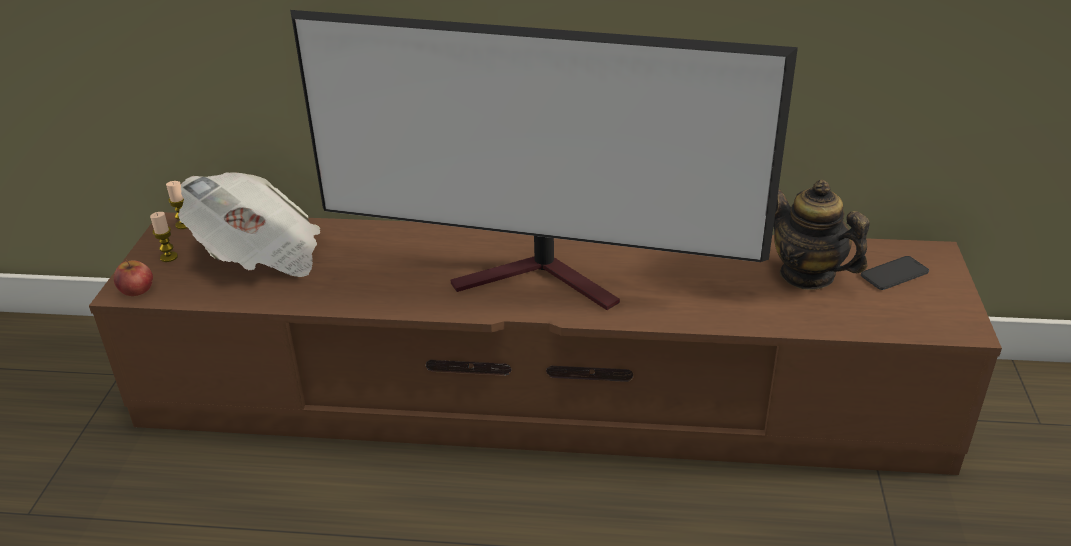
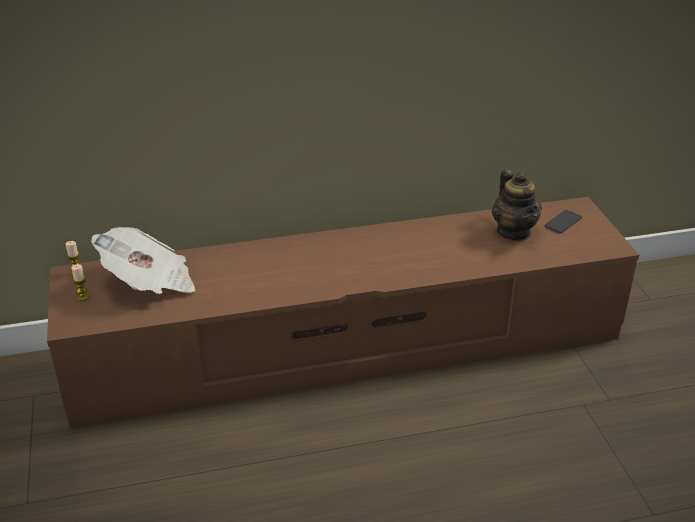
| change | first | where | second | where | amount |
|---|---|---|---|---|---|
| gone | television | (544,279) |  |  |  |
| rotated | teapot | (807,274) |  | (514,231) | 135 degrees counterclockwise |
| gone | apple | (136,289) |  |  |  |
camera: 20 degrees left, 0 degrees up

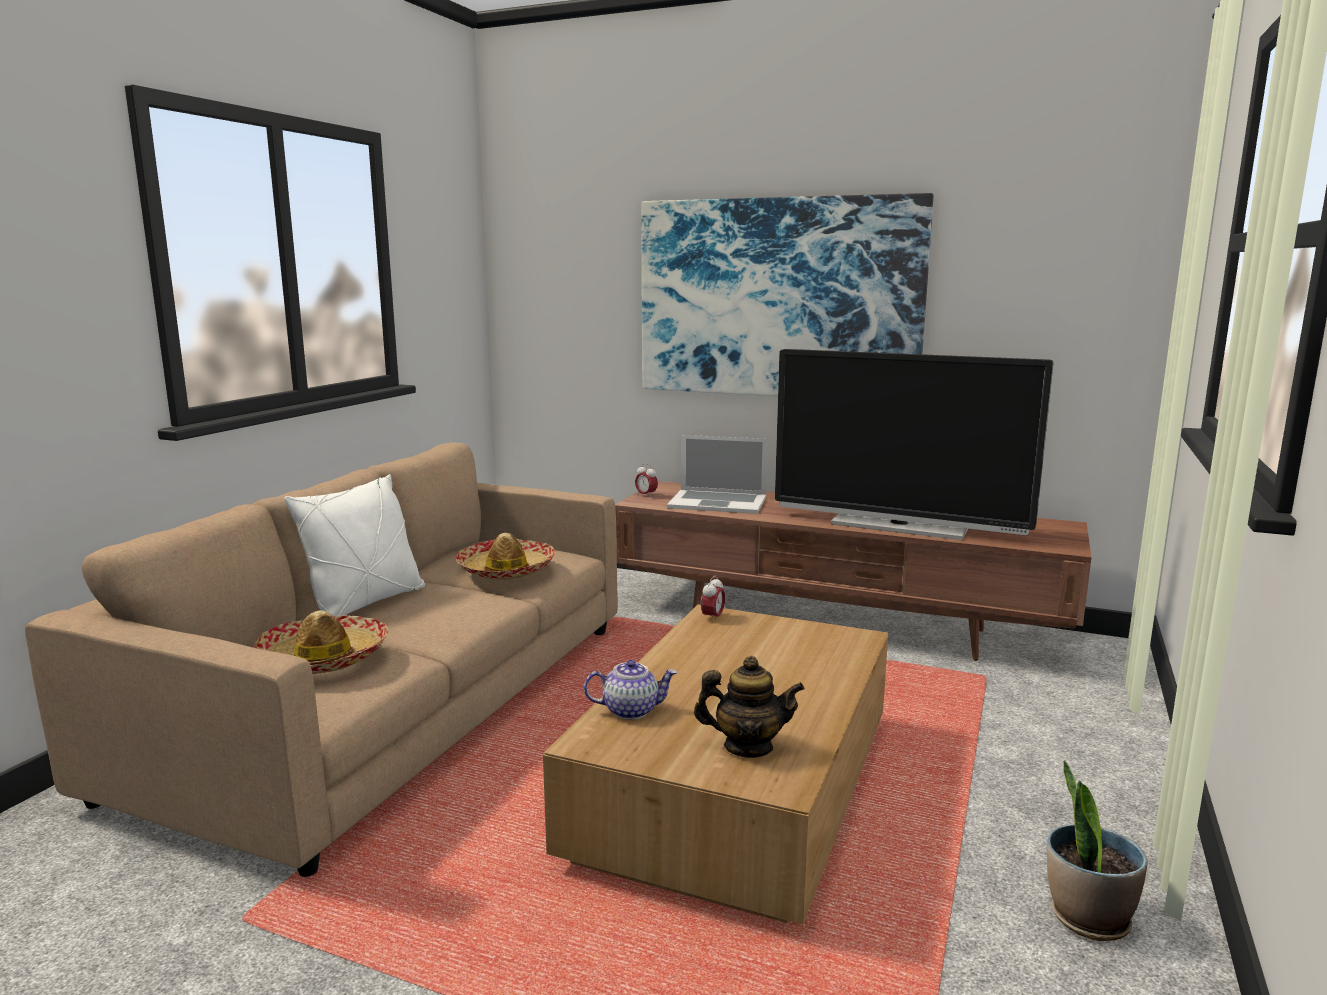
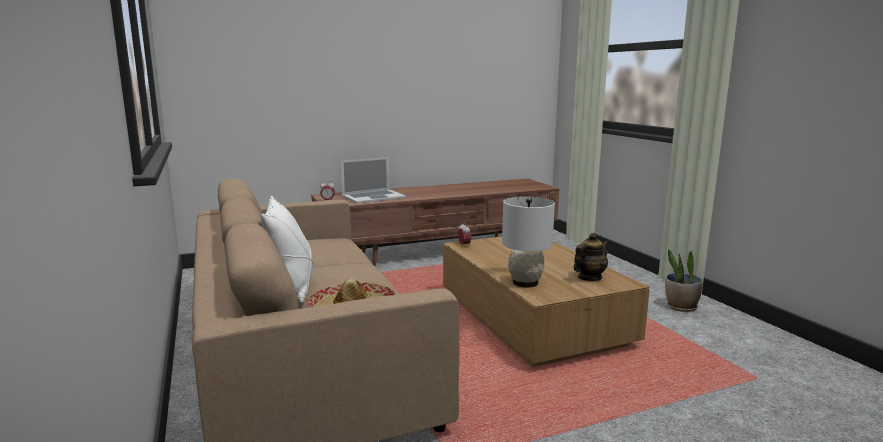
| change | first | where | second | where | amount |
|---|---|---|---|---|---|
| gone | picture | (777,298) |  |  |  |
| gone | television | (898,526) |  |  |  |
| gone | hat | (506,570) |  |  |  |
| swapped | teapot | (631,710) | table lamp (white) | (525,282) |  |
camera: 45 degrees left, 0 degrees up

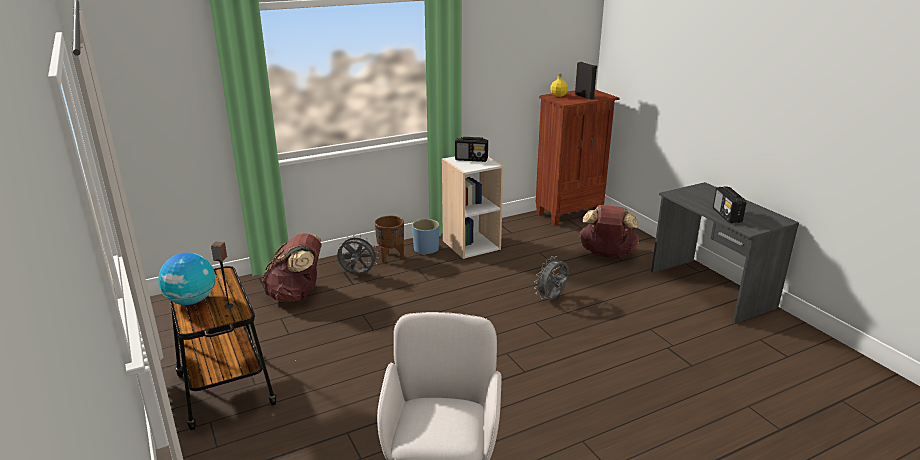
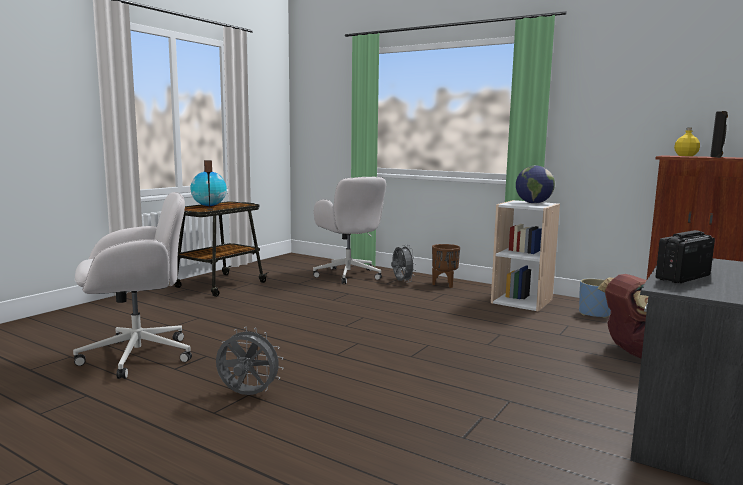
| change | first | where | second | where | amount |
|---|---|---|---|---|---|
| swapped | radio | (471,159) | globe | (533,203) |  |
| shifted | planter (blue) | (426,249) |  | (594,314) |  |
| swapped | backpack (brown) | (297,295) | office chair (white) | (348,275) |  |
| shifted | fan (grey) | (552,298) |  | (247,395) |  |
camera: 60 degrees right, 15 degrees down

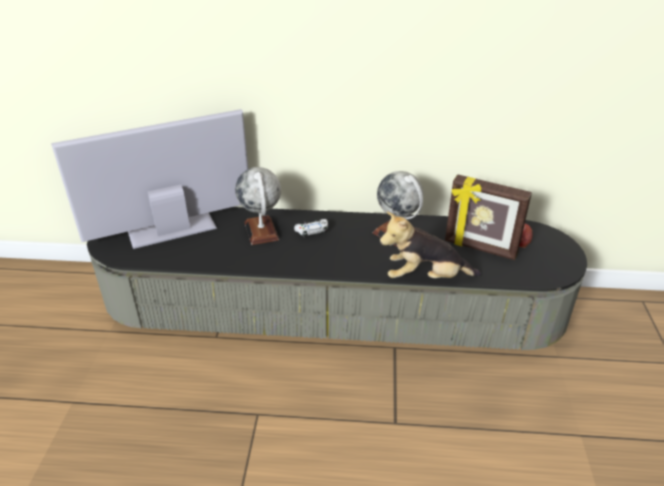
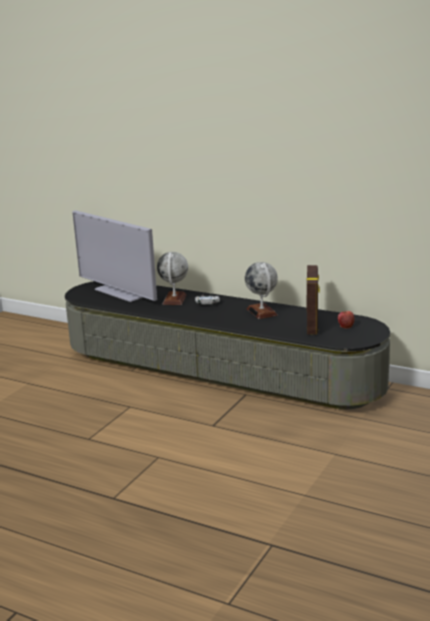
| change | first | where | second | where | amount |
|---|---|---|---|---|---|
| rotated | television | (172,230) |  | (120,292) | 135 degrees counterclockwise |
| rotated | picture frame | (480,248) |  | (313,325) | 135 degrees counterclockwise |
| gone | plush toy | (425,277) |  |  |  |
camera: 25 degrees right, 15 degrees down

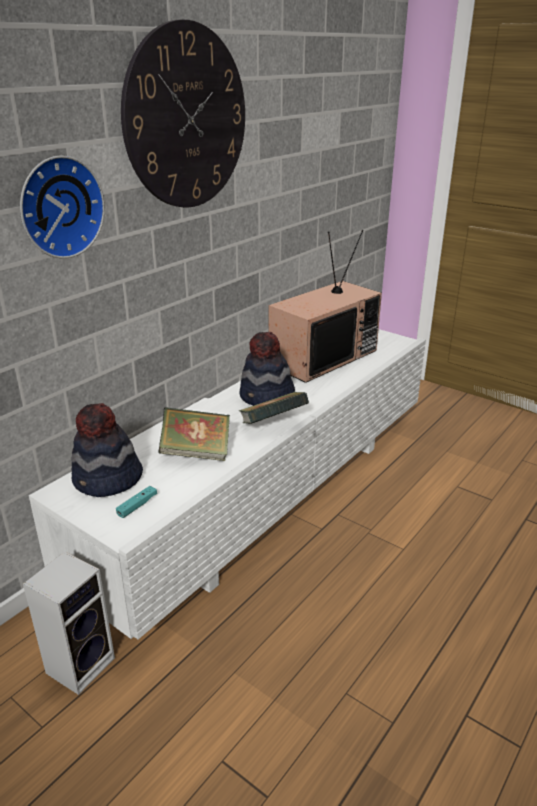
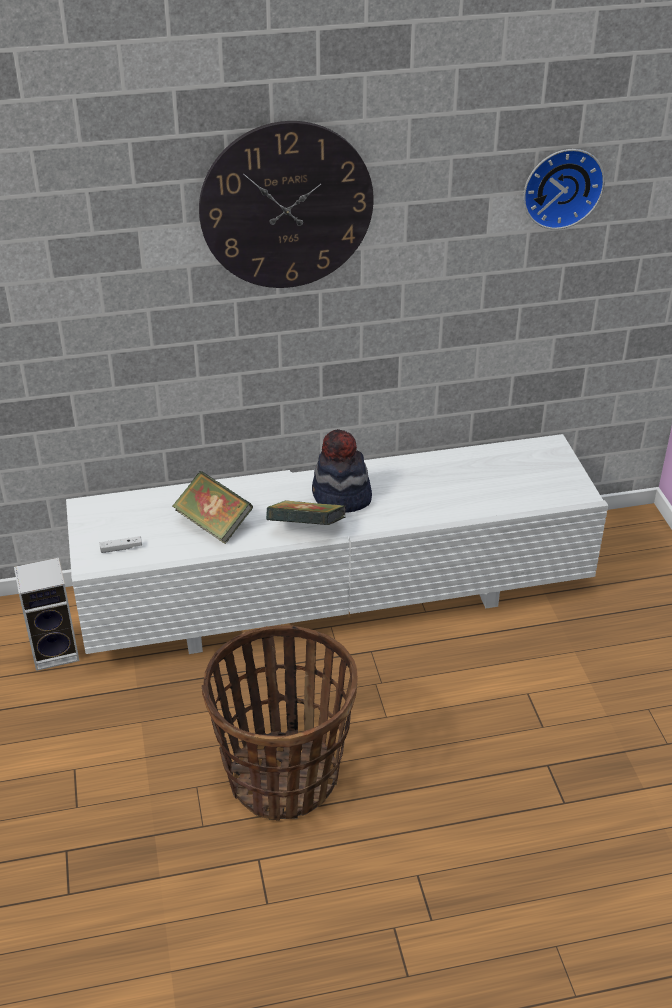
| change | first | where | second | where | amount |
|---|---|---|---|---|---|
| shifted | wall clock | (59,207) |  | (561,186) |  |
| gone | television | (323,357) |  |  |  |
| gone | hat | (108,480) |  |  |  |
| repainted | game controller (turquoise) | (137,506) | game controller (white) | (121,548) |  |
| new |  |  | basket | (283,776) |  |
camera: 40 degrees right, 10 degrees up

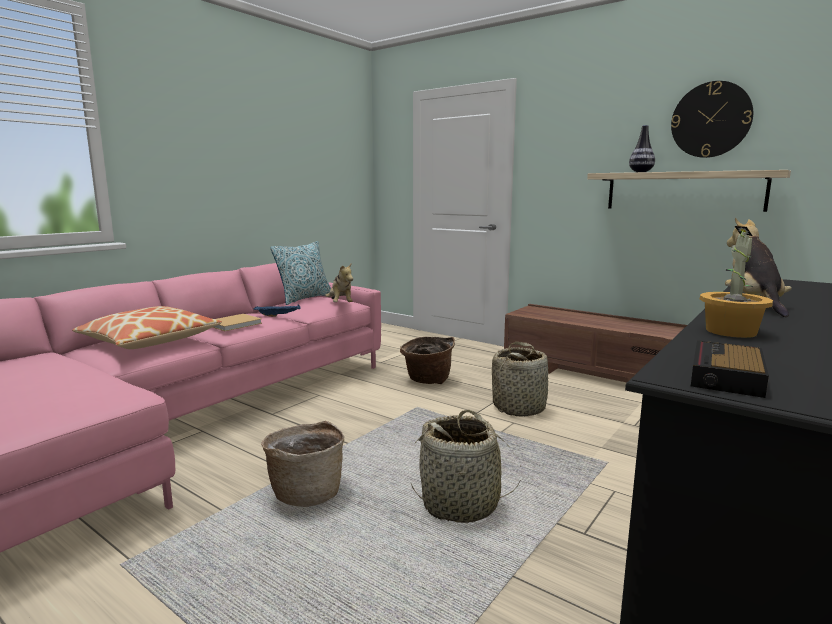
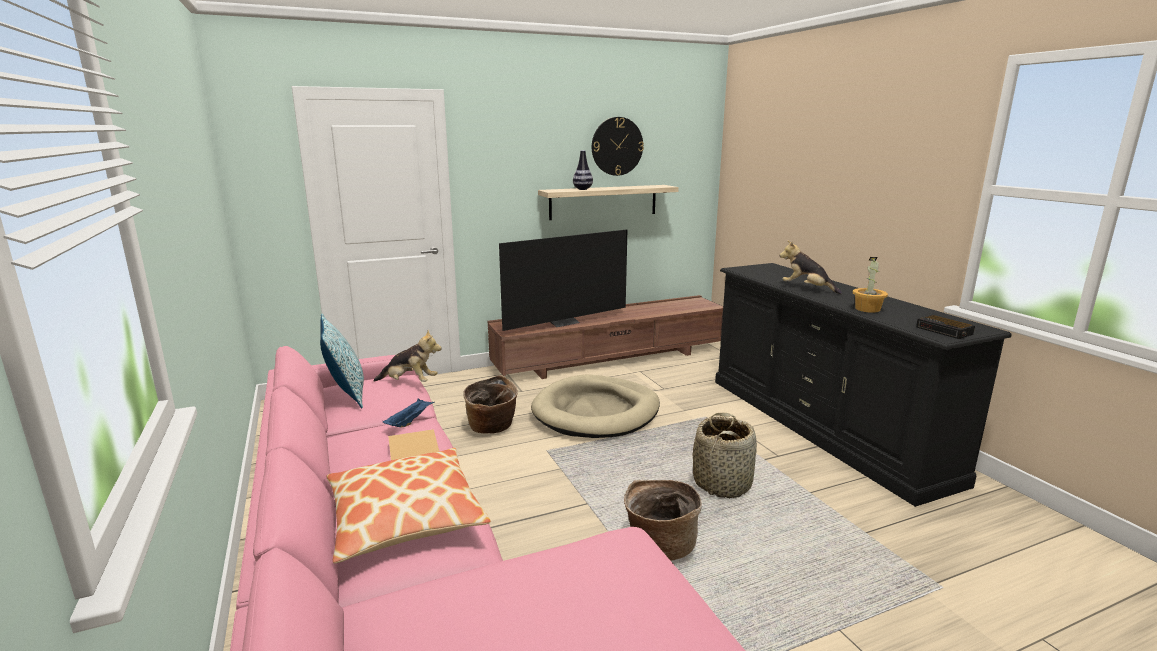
| change | first | where | second | where | amount |
|---|---|---|---|---|---|
| swapped | basket | (519,407) | dog bed (beige) | (596,412) |  |
| new |  |  | television | (564,322) |  |
camera: 60 degrees left, 5 degrees up

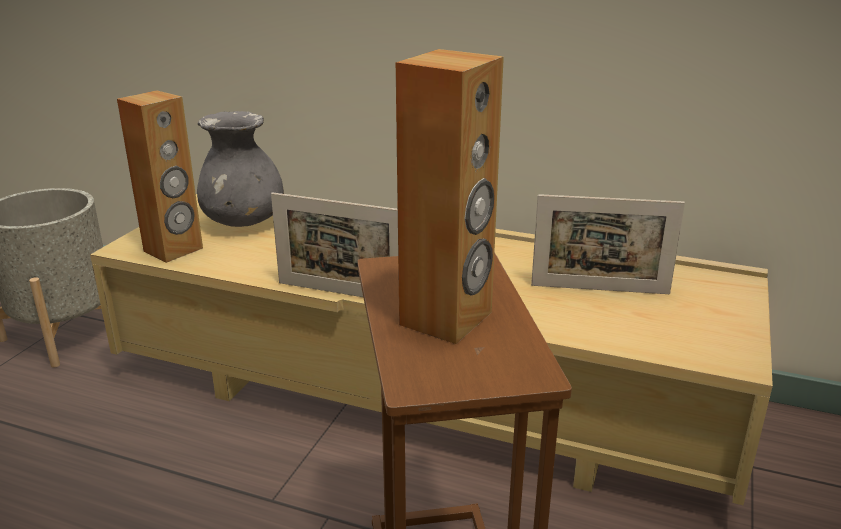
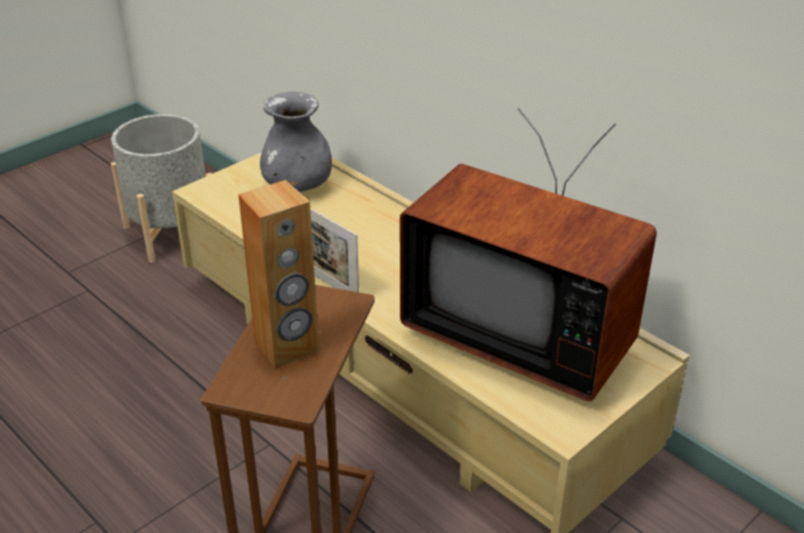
| change | first | where | second | where | amount |
|---|---|---|---|---|---|
| gone | speaker (brown) | (174,250) |  |  |  |
| swapped | picture frame | (599,289) | television | (522,332) |  |
camera: 25 degrees right, 10 degrees up

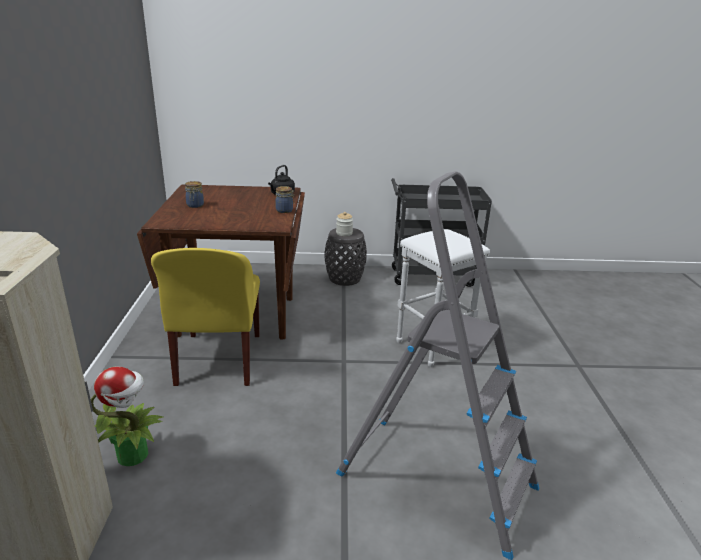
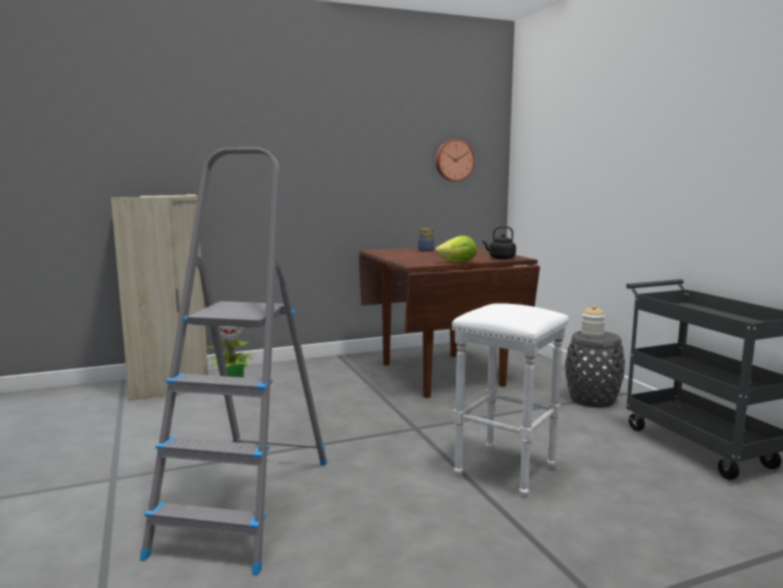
| change | first | where | second | where | amount |
|---|---|---|---|---|---|
| swapped | jar | (285,210) | lettuce | (458,262) |  |
| gone | chair (yellow) | (218,361) |  |  |  |
| new |  |  | wall clock | (454,160) |  |
camera: 70 degrees right, 15 degrees down

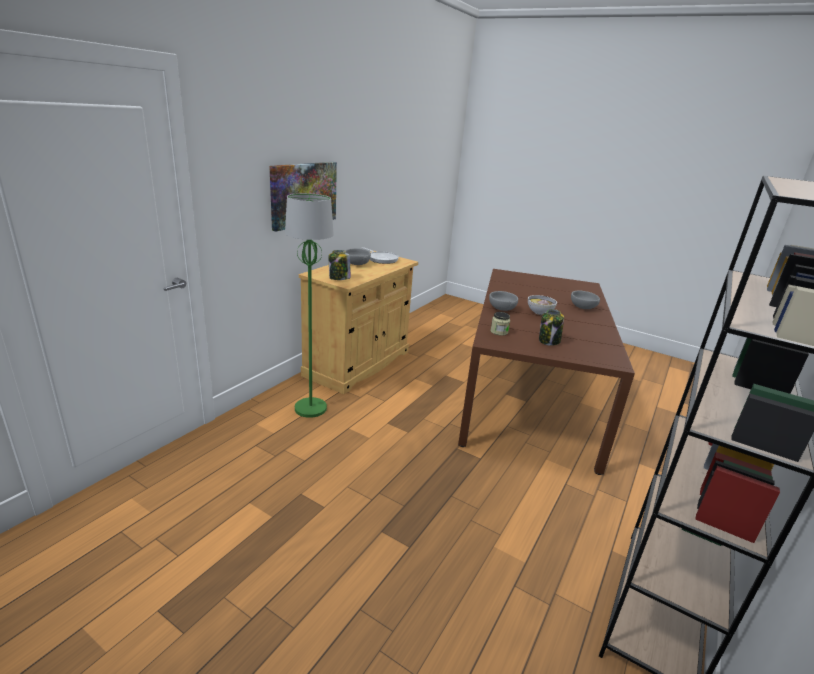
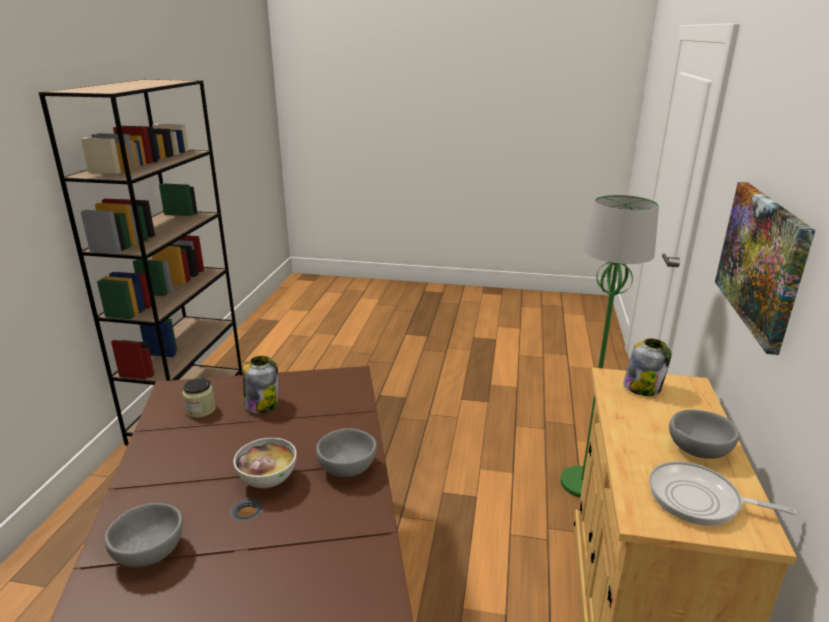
| change | first | where | second | where | amount |
|---|---|---|---|---|---|
| shifted | jar | (499,332) |  | (201,410) |  |
camera: 160 degrees right, 0 degrees up

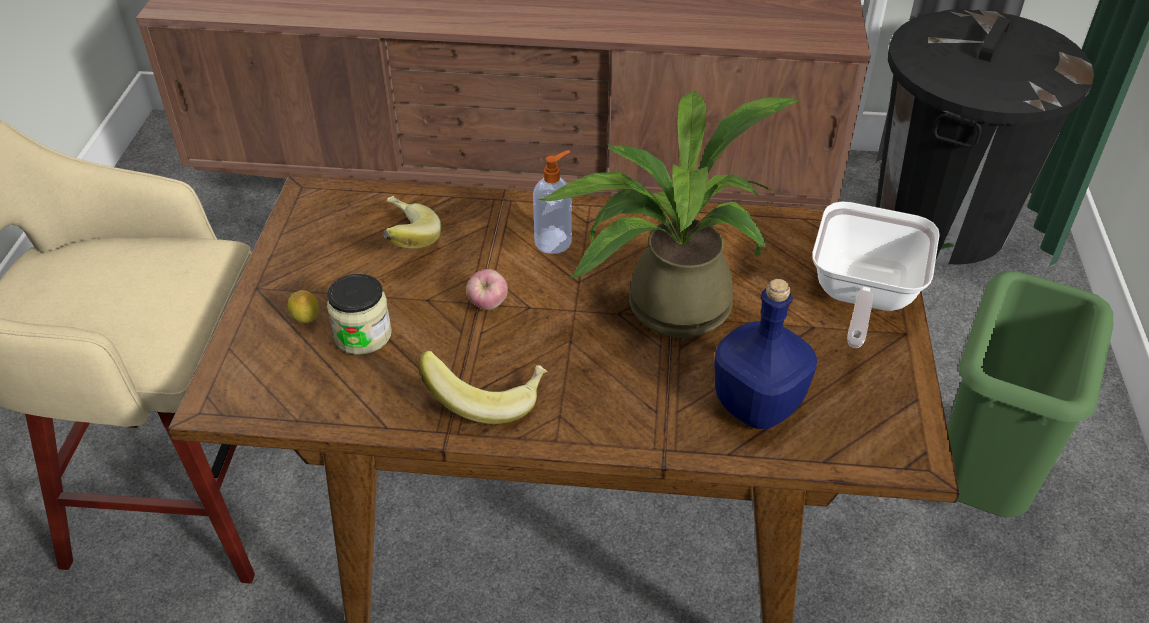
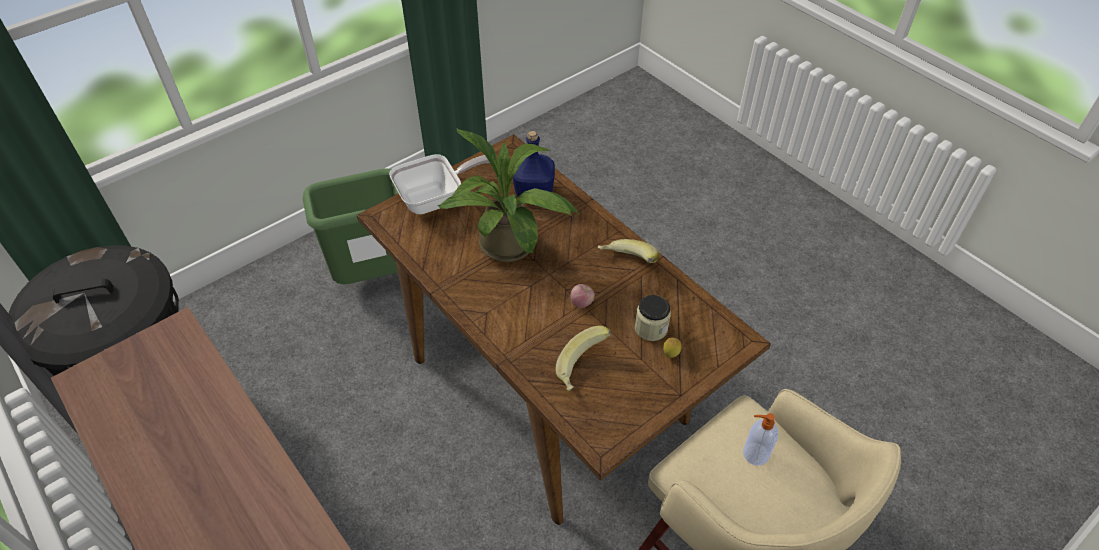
| change | first | where | second | where | amount |
|---|---|---|---|---|---|
| shifted | soap dispenser | (554,241) |  | (754,454) |  |
camera: 135 degrees left, 5 degrees up

